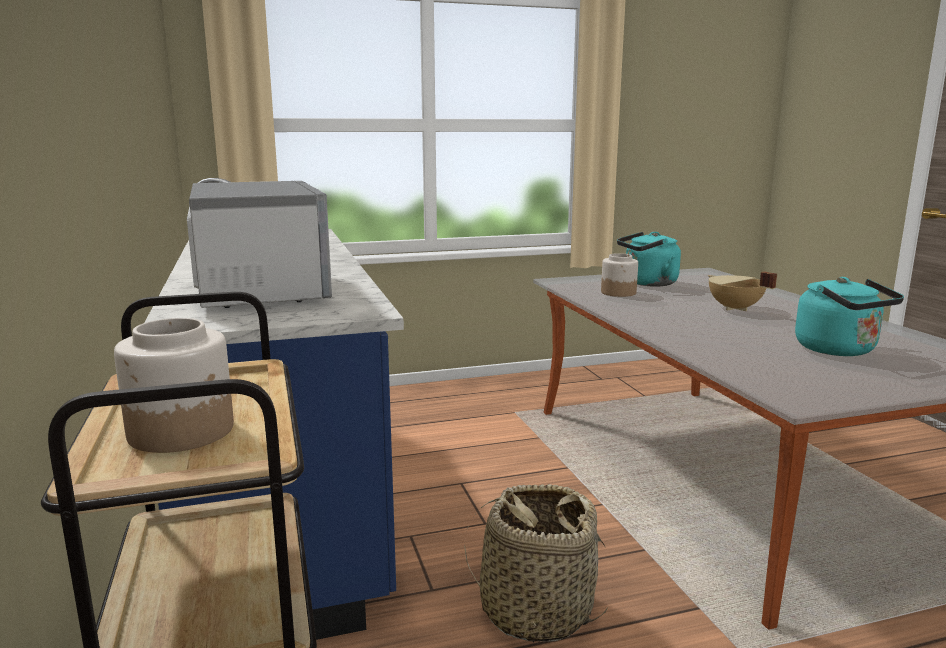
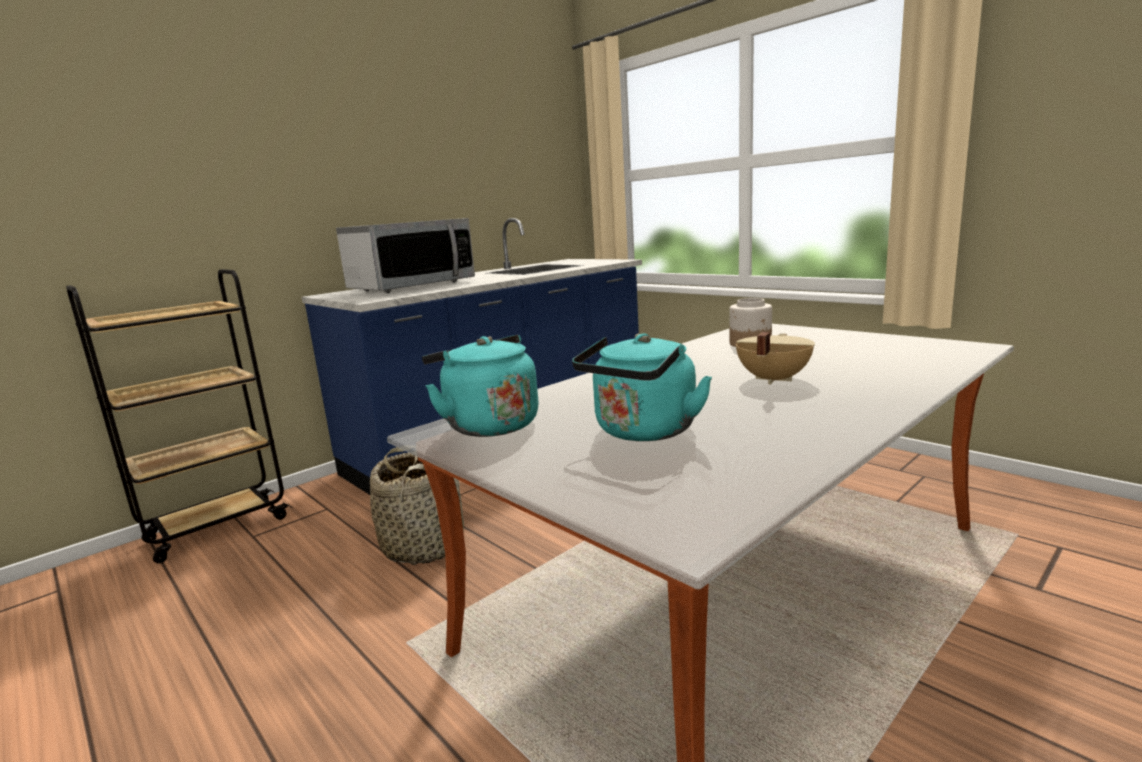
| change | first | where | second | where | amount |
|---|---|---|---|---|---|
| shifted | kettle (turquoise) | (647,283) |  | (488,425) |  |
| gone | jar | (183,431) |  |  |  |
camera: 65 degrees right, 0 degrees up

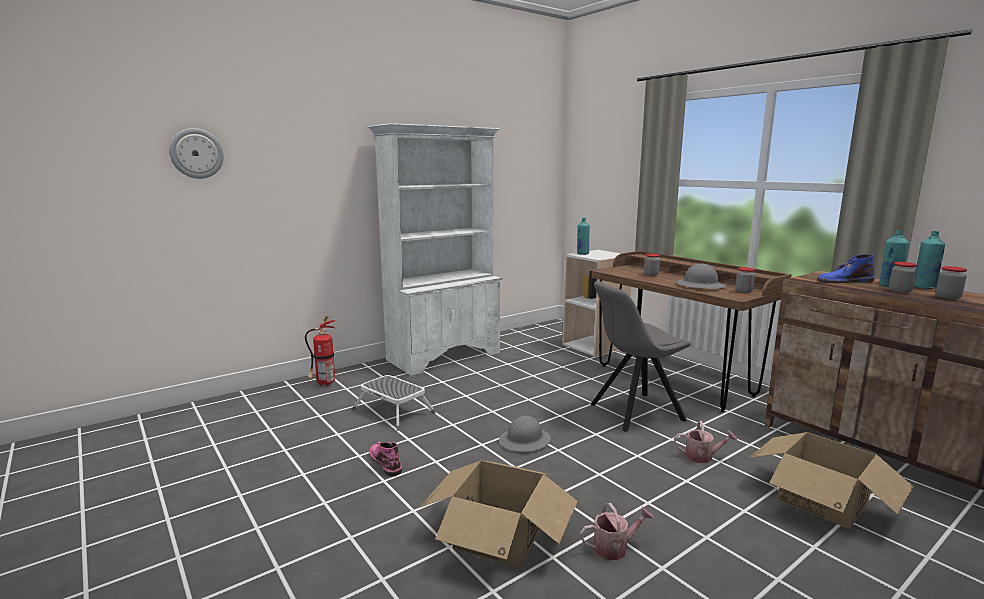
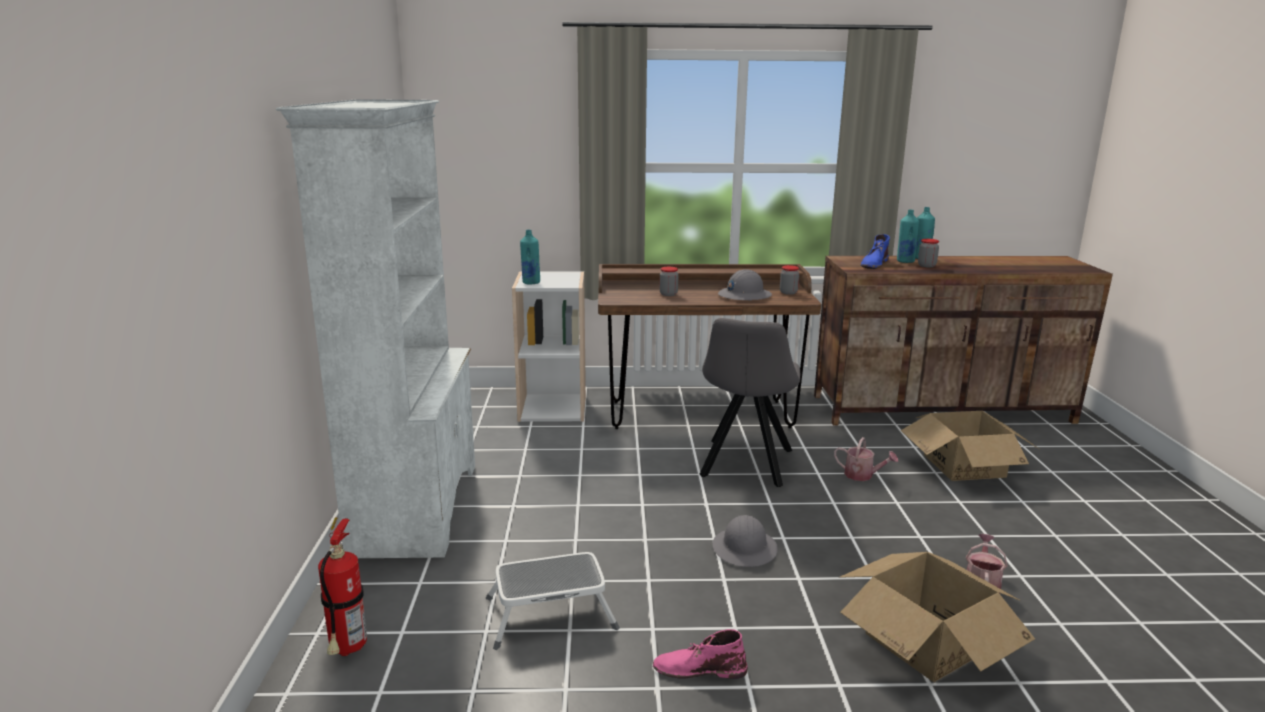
| change | first | where | second | where | amount |
|---|---|---|---|---|---|
| gone | wall clock | (196,153) |  |  |  |
| gone | jar | (948,297) |  |  |  |
| rotated | watering can | (702,456) |  | (862,475) | 75 degrees clockwise |
camera: 55 degrees left, 5 degrees up

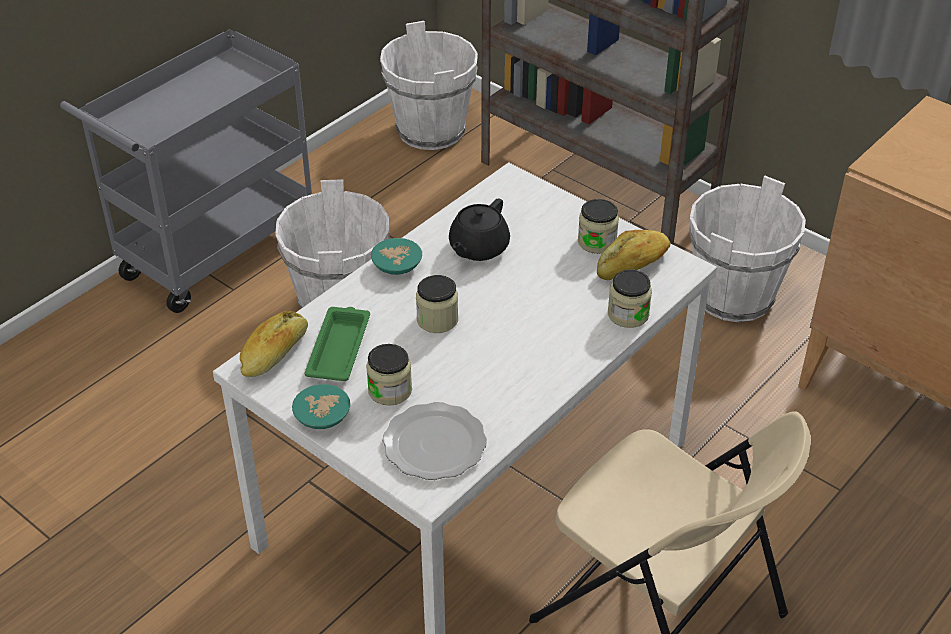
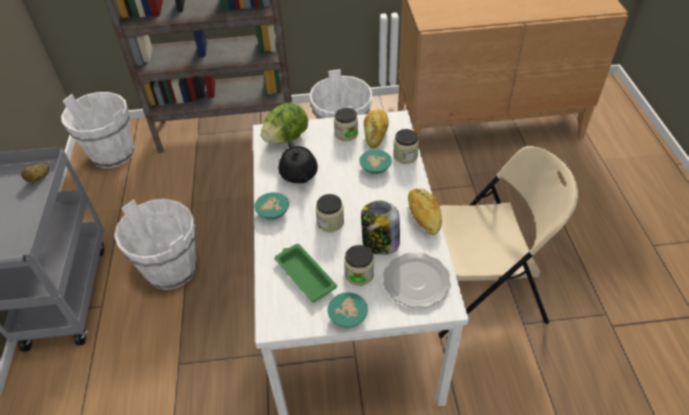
| change | first | where | second | where | amount |
|---|---|---|---|---|---|
| shifted | bread | (275,353) |  | (423,216) |  |
| new |  |  | lettuce | (286,138) |  |
| new |  |  | bowl (turquoise) | (375,168) |  |
| new |  |  | potato | (39,178) |  |
| new |  |  | jar | (380,243) |  |
camera: 45 degrees left, 5 degrees up

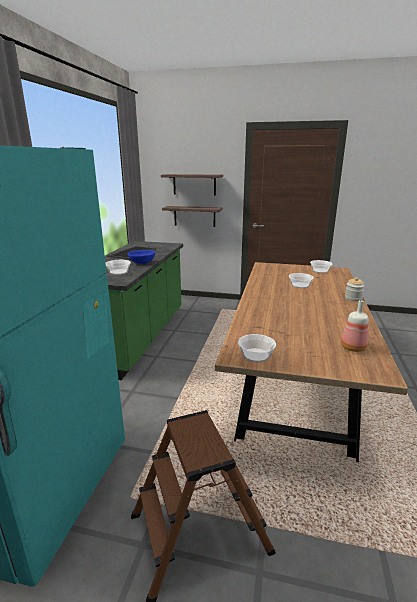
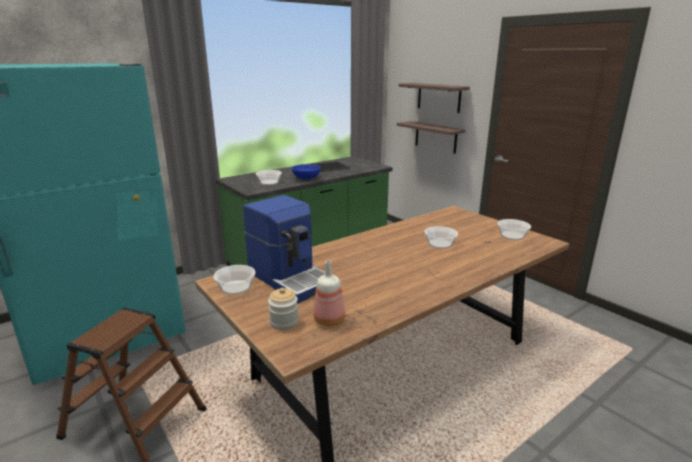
| change | first | where | second | where | amount |
|---|---|---|---|---|---|
| shifted | jar | (353,298) |  | (284,322) |  |
| new |  |  | coffee machine | (291,278) |  |
camera: 40 degrees right, 0 degrees up

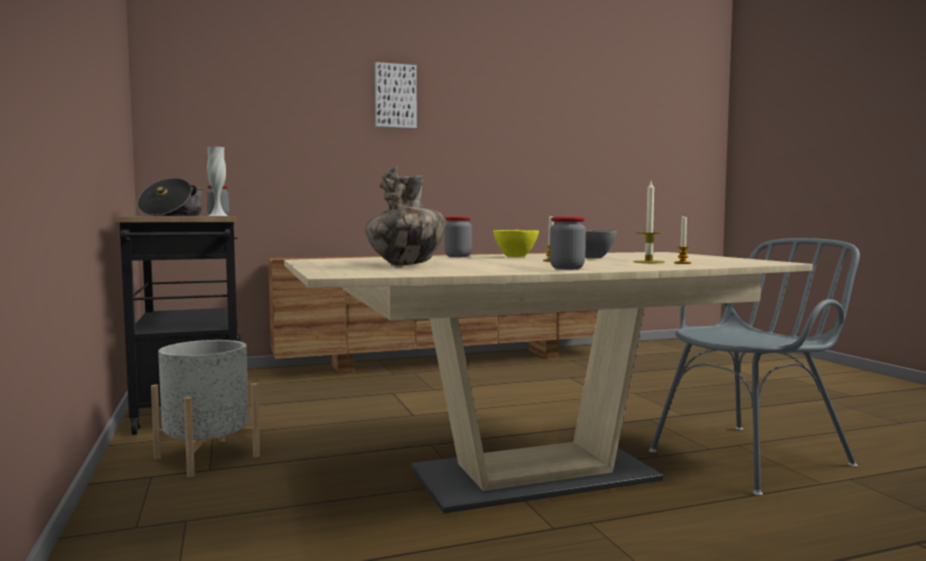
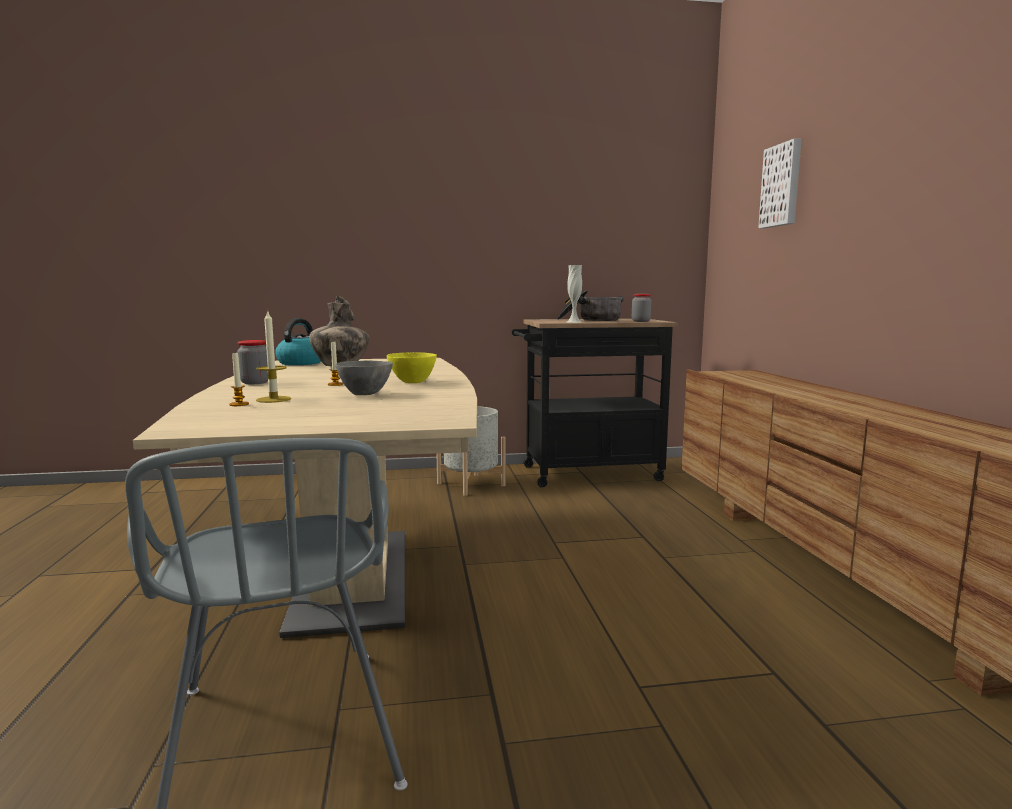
| change | first | where | second | where | amount |
|---|---|---|---|---|---|
| shifted | picture | (395,96) |  | (782,185) |  |
| gone | jar | (458,256) |  |  |  |
| new |  |  | kettle | (301,363) |  |
camera: 100 degrees right, 5 degrees up

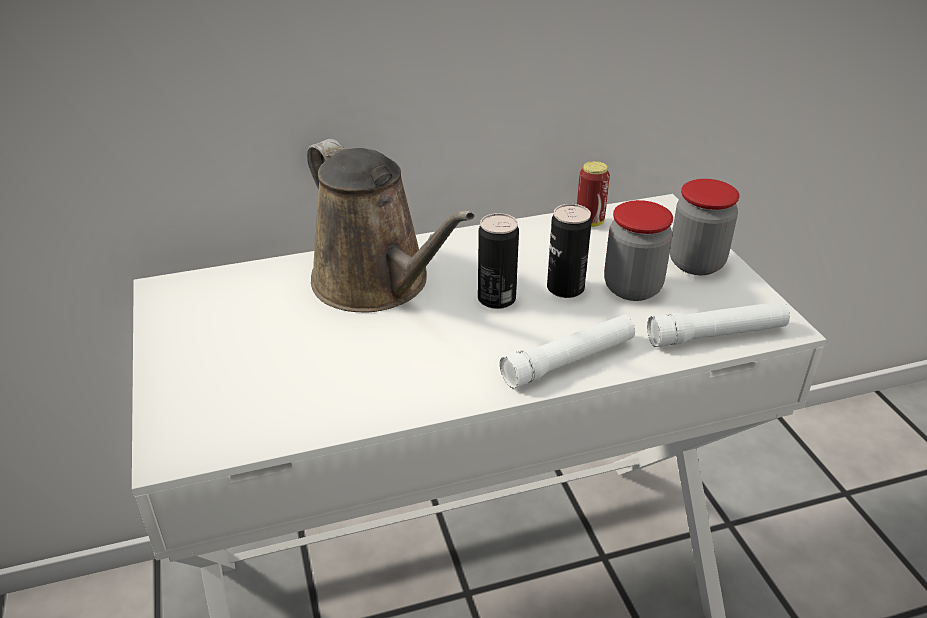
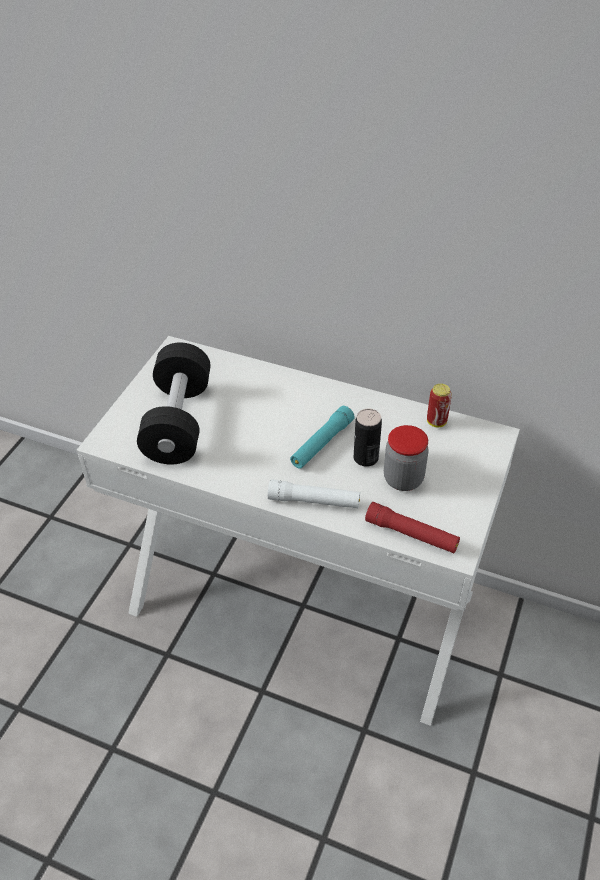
| change | first | where | second | where | amount |
|---|---|---|---|---|---|
| gone | watering can (brown) | (377,284) |  |  |  |
| gone | jar | (696,263) |  |  |  |
| swapped | can | (496,299) | flashlight (turquoise) | (322,443) |  |
| repainted | flashlight (white) | (716,335) | flashlight (red) | (411,534) |  |
| new |  |  | dumbbell (black) | (178,422) |  |
camera: 40 degrees right, 10 degrees up

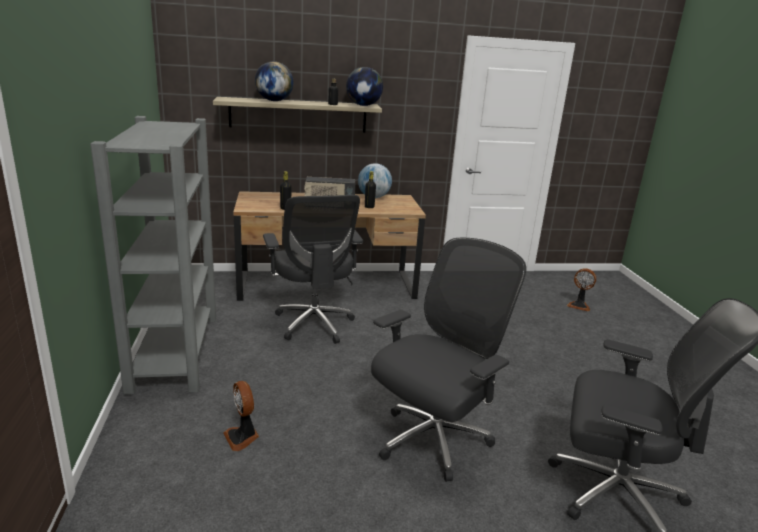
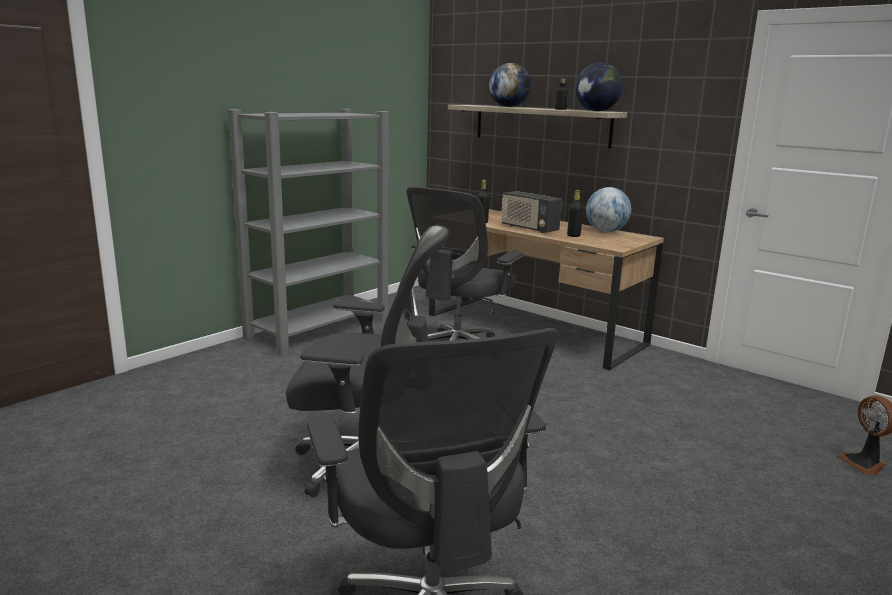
| change | first | where | second | where | amount |
|---|---|---|---|---|---|
| gone | fan | (242,437) |  |  |  |
camera: 50 degrees right, 5 degrees down

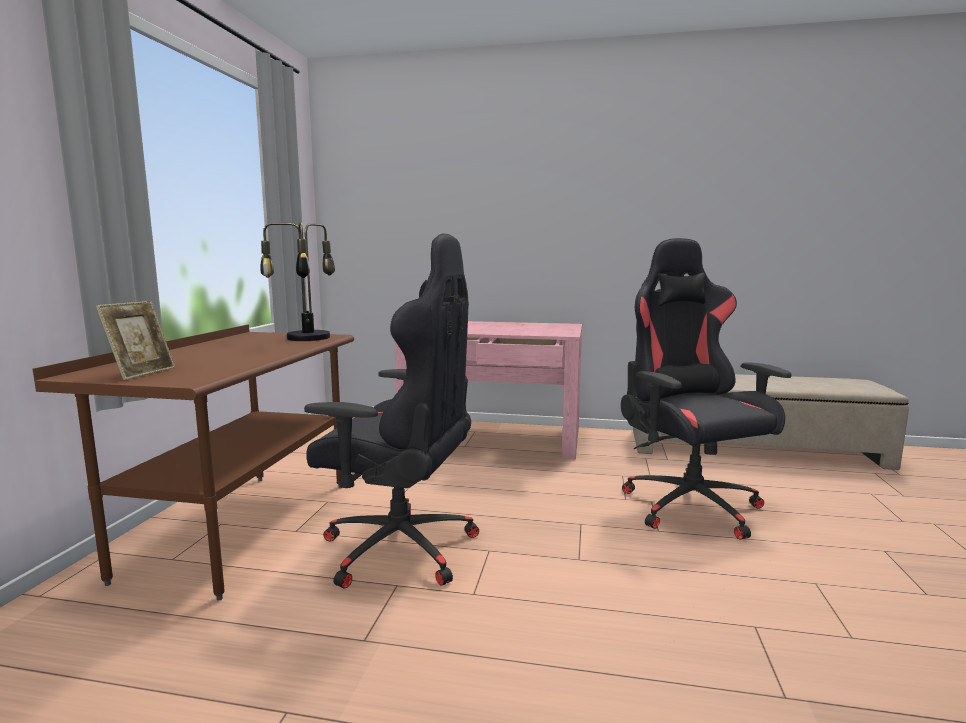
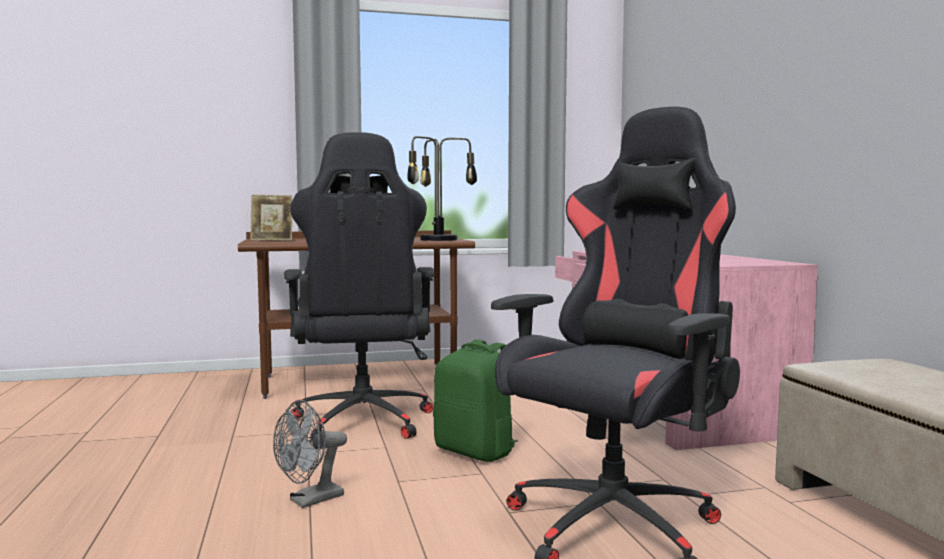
| change | first | where | second | where | amount |
|---|---|---|---|---|---|
| new |  |  | backpack (green) | (476,452) |  |
| new |  |  | fan (grey) | (309,500) |  |
camera: 65 degrees right, 5 degrees down

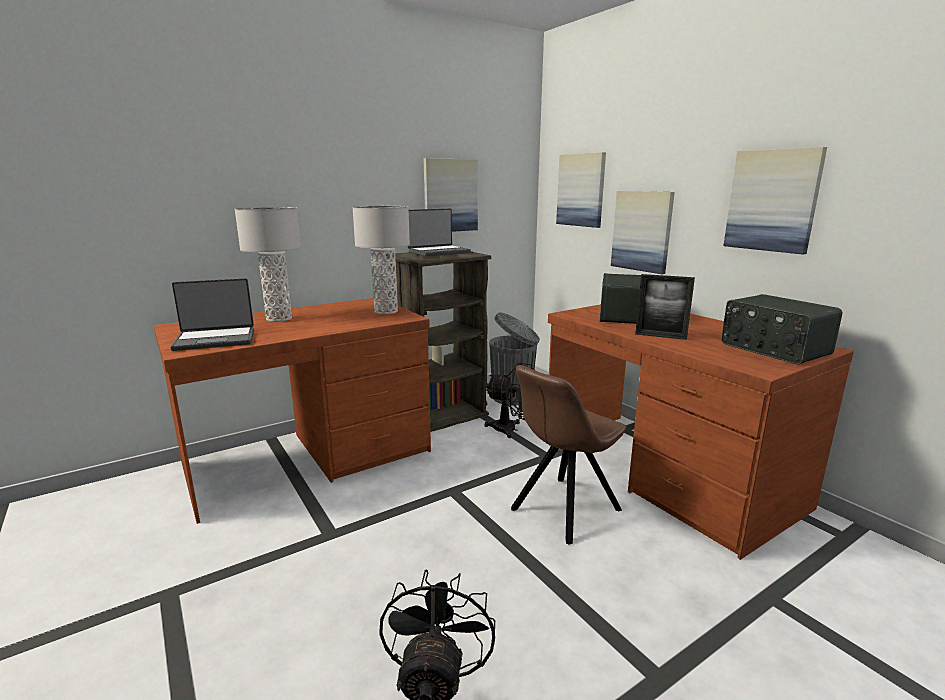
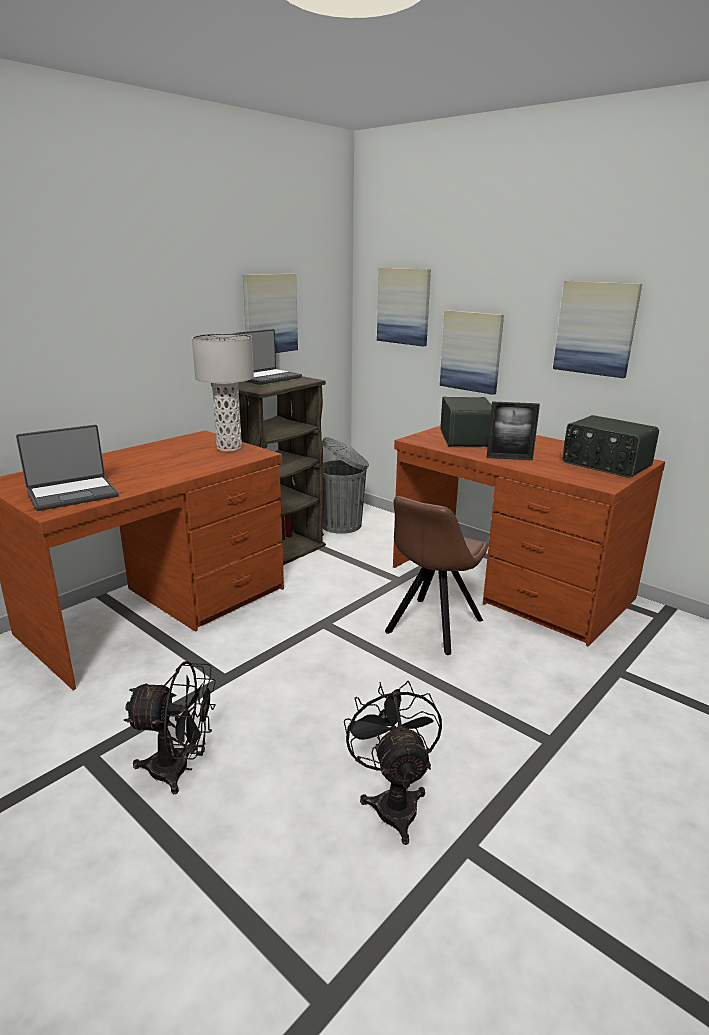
| change | first | where | second | where | amount |
|---|---|---|---|---|---|
| gone | table lamp (white) | (279,318) |  |  |  |
| shifted | fan (black) | (511,429) |  | (180,769) |  |
camera: 15 degrees left, 5 degrees up

